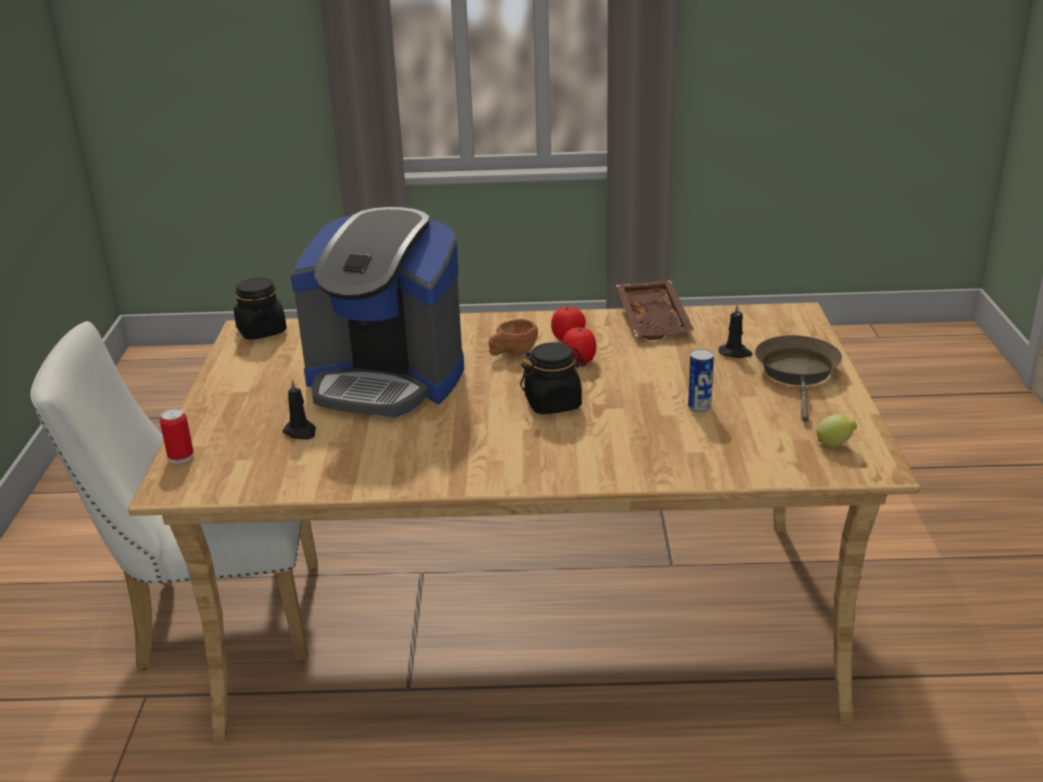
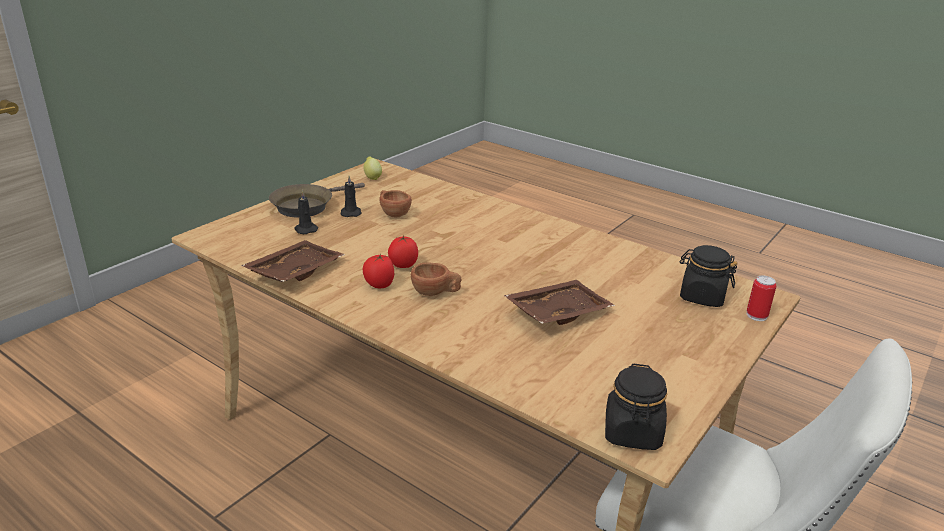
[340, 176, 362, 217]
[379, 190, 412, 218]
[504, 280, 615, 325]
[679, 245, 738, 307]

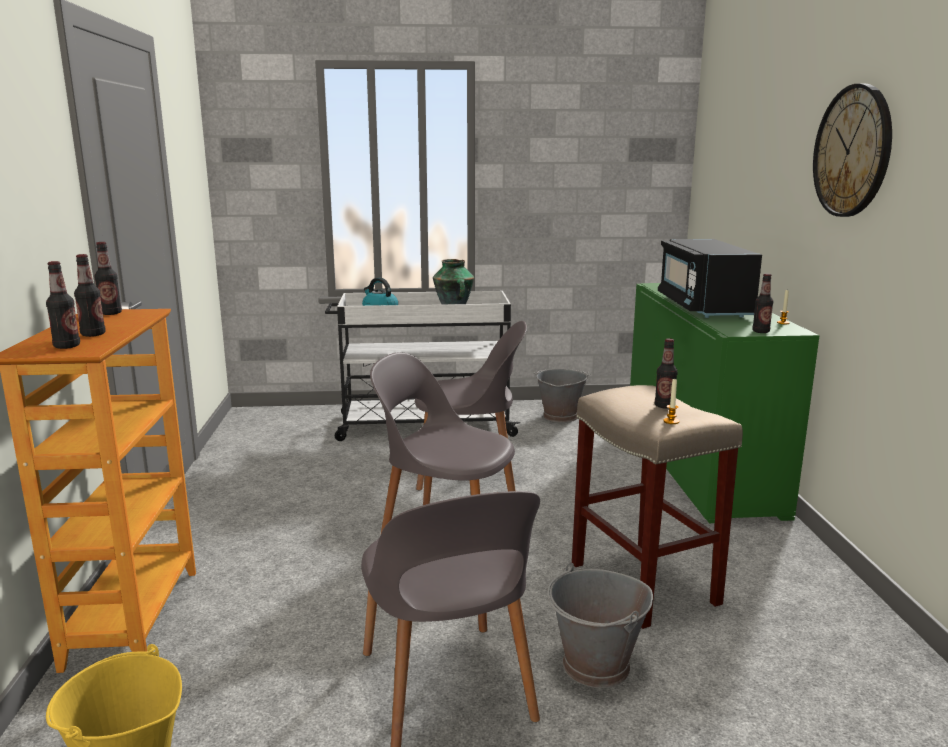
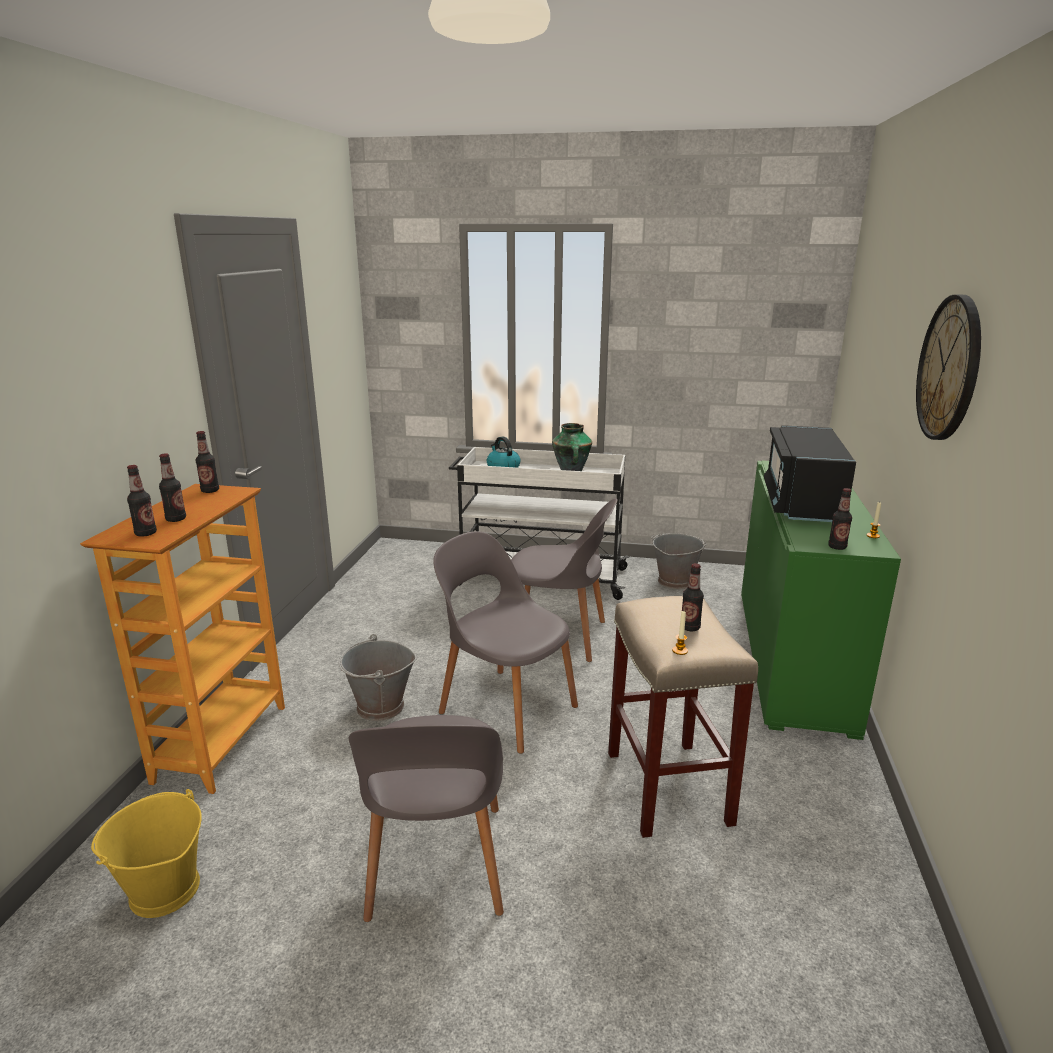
[339, 634, 417, 721]

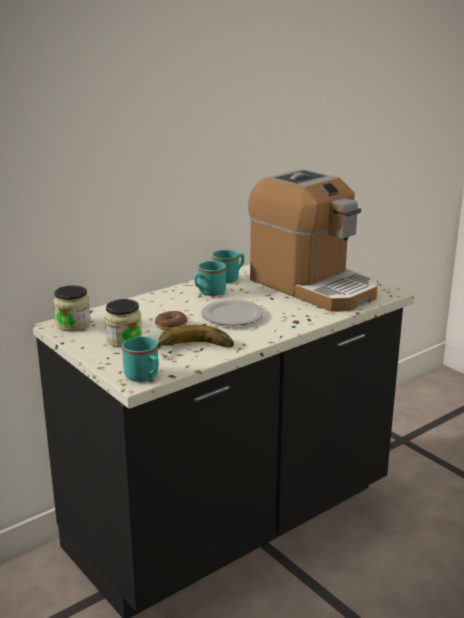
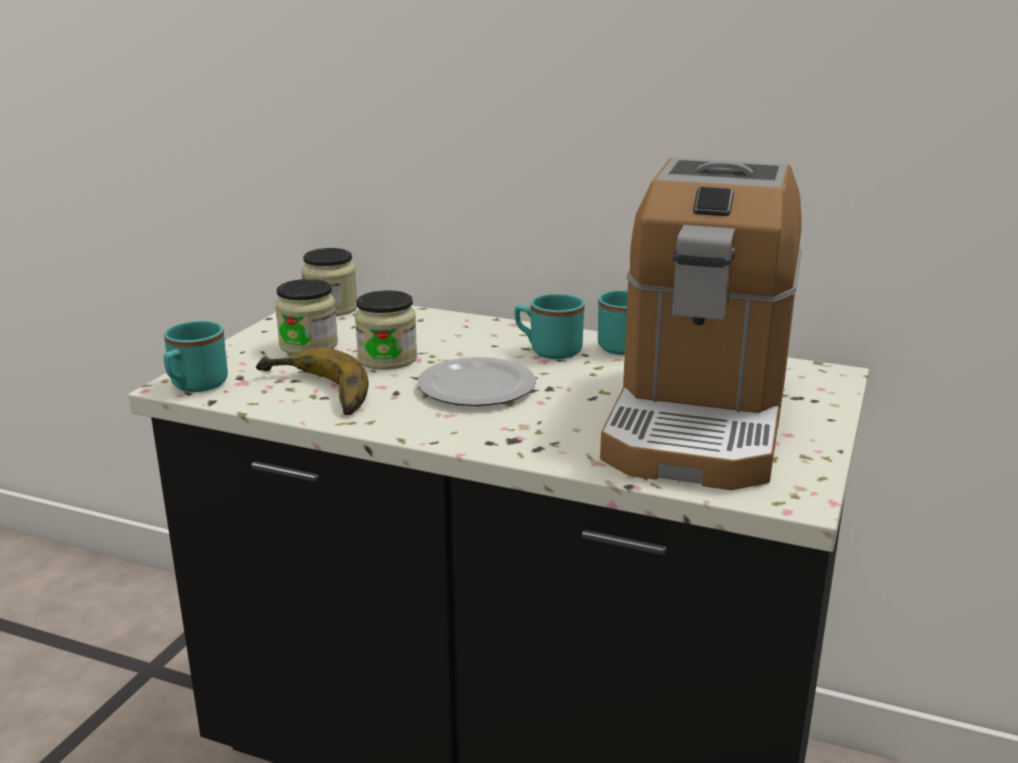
[355, 290, 417, 370]

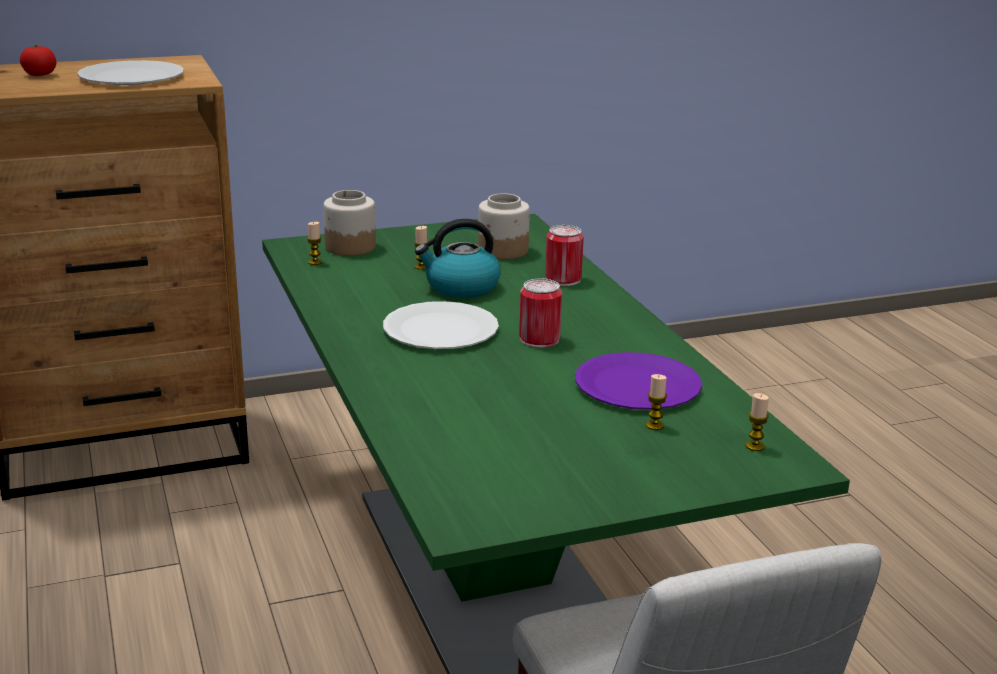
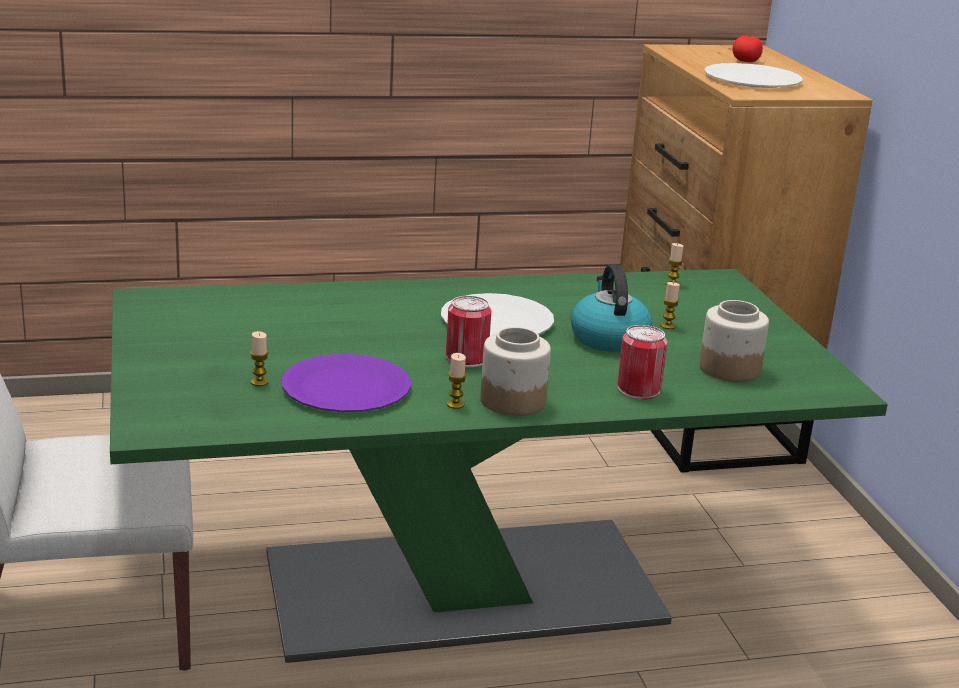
[447, 353, 467, 409]
[480, 327, 551, 416]

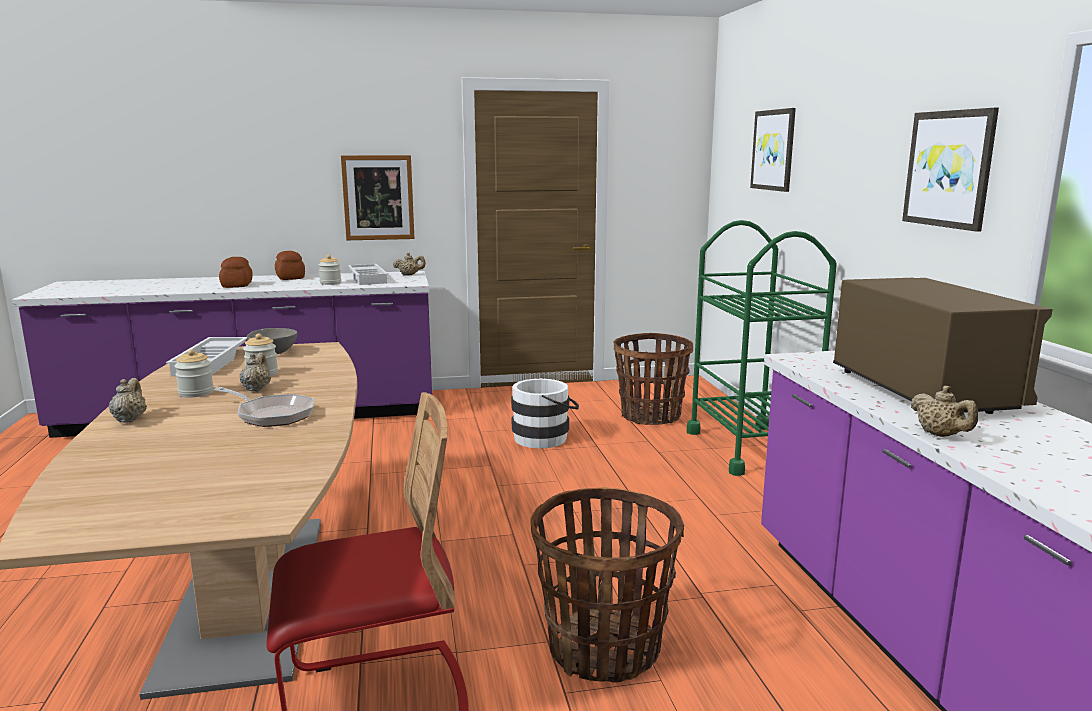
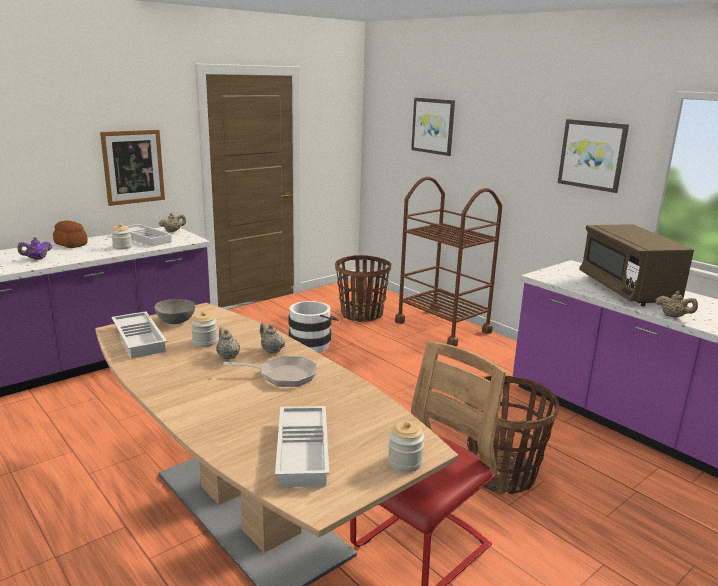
[17, 237, 53, 260]
[260, 322, 285, 353]
[275, 406, 329, 487]
[388, 421, 424, 472]
[395, 177, 502, 346]
[579, 224, 694, 306]

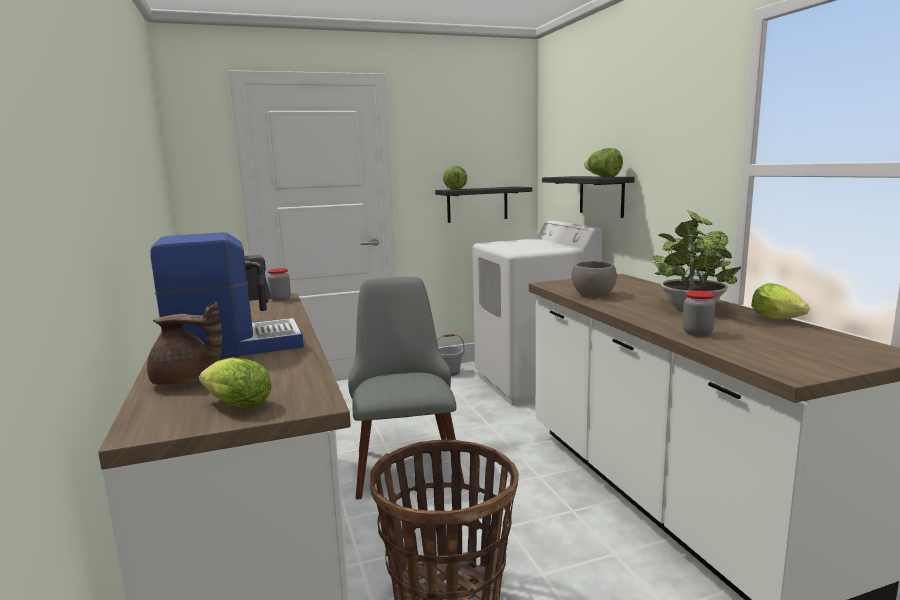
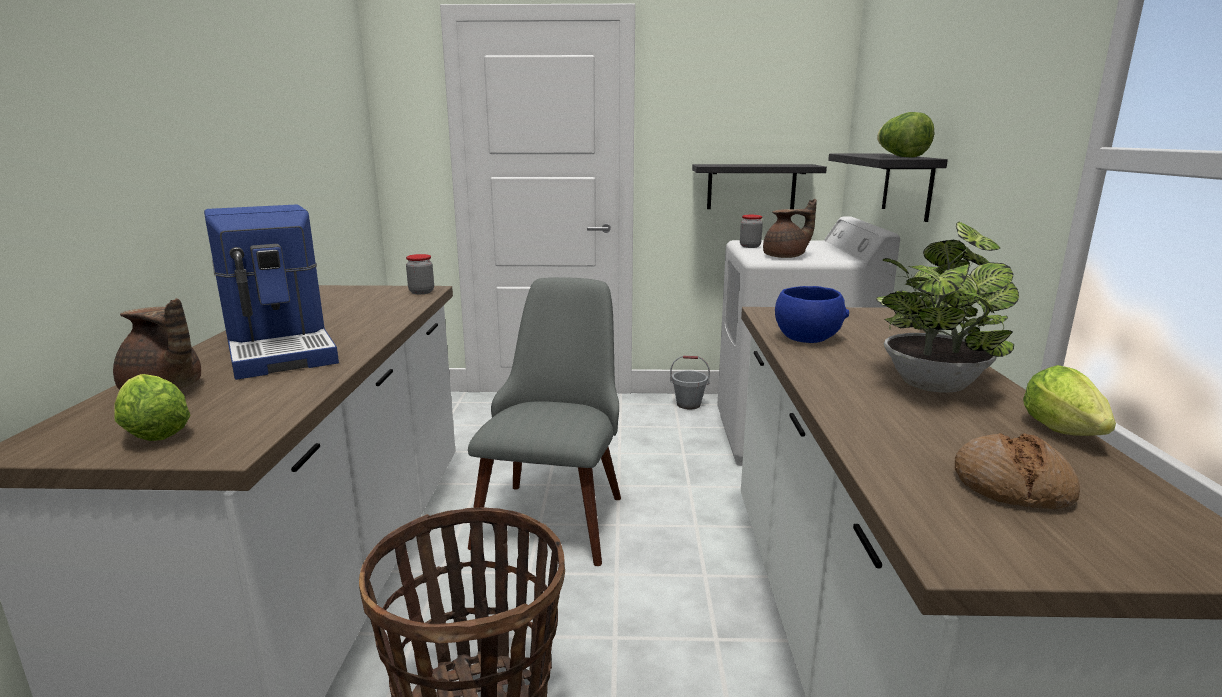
[204, 204, 339, 380]
[740, 215, 763, 248]
[763, 199, 817, 258]
[775, 286, 849, 343]
[955, 433, 1080, 509]
[443, 166, 467, 190] (first image)

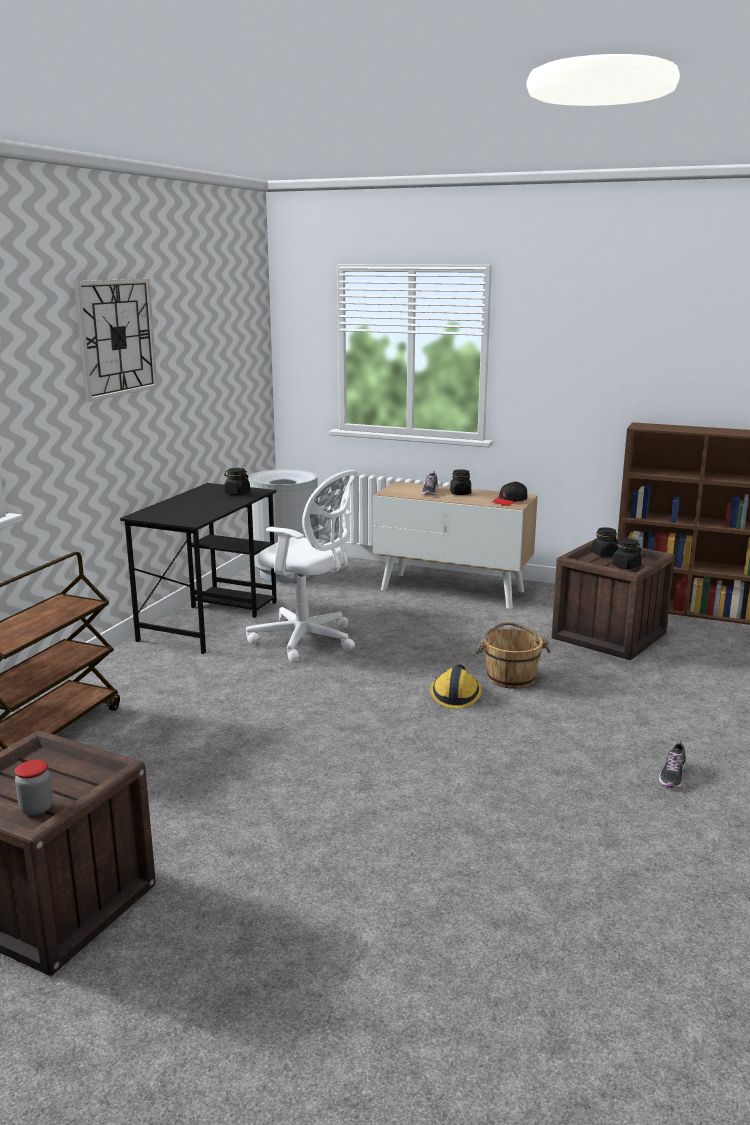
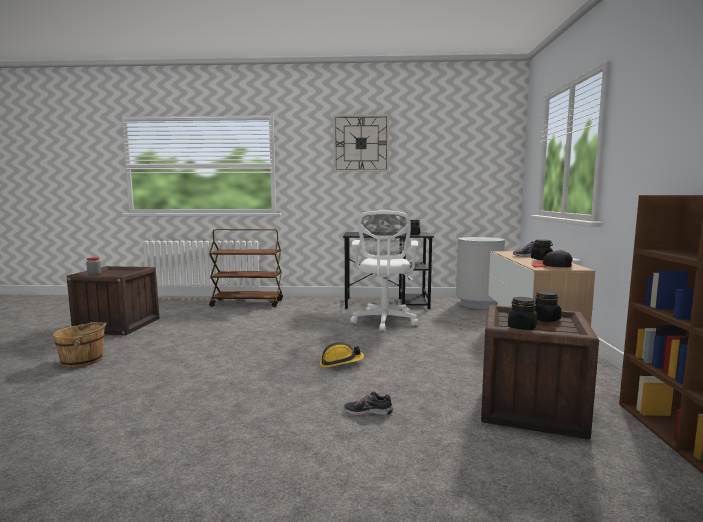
[53, 322, 107, 368]
[344, 391, 393, 415]

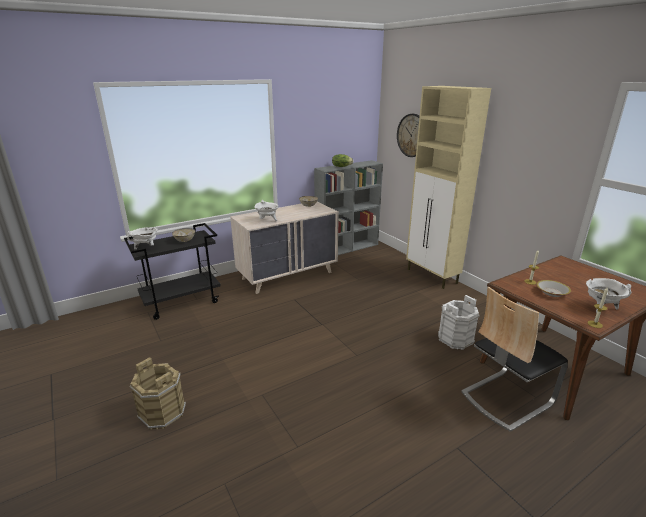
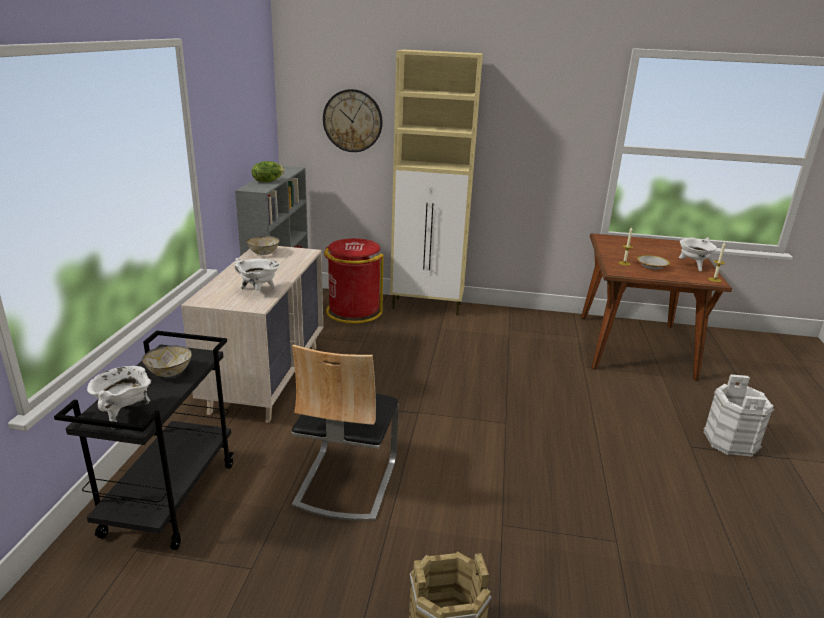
[292, 344, 399, 521]
[324, 238, 384, 324]
[703, 374, 774, 457]

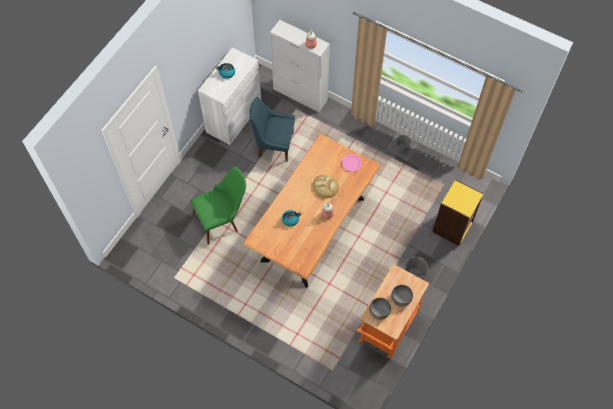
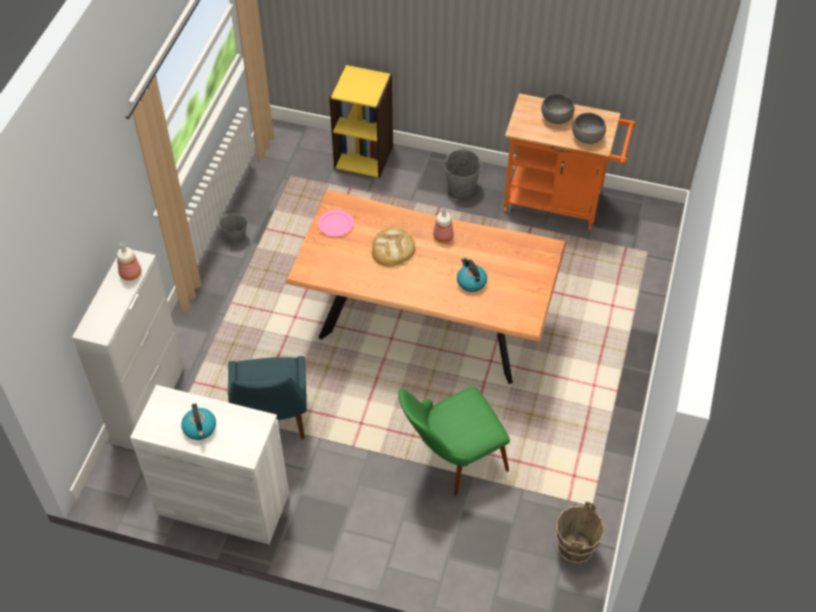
[399, 387, 510, 496]
[555, 501, 605, 565]

